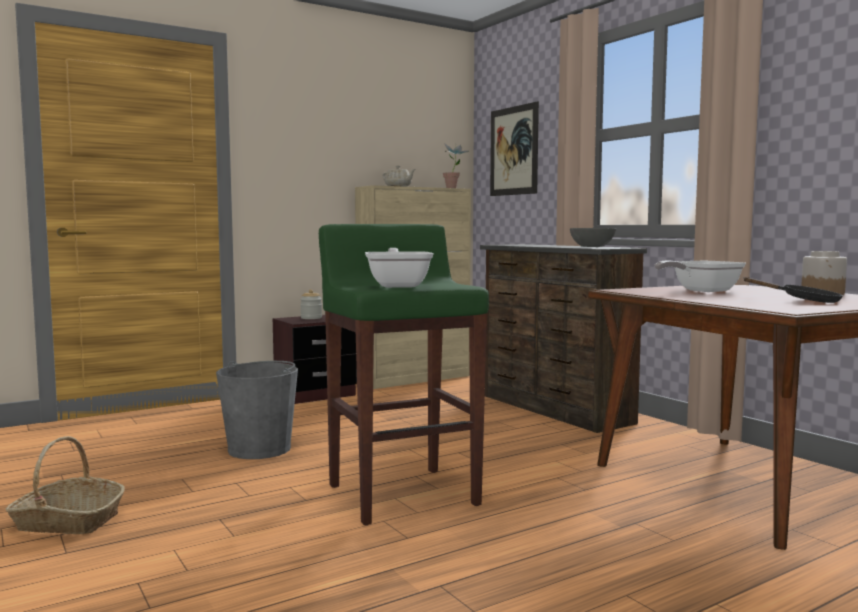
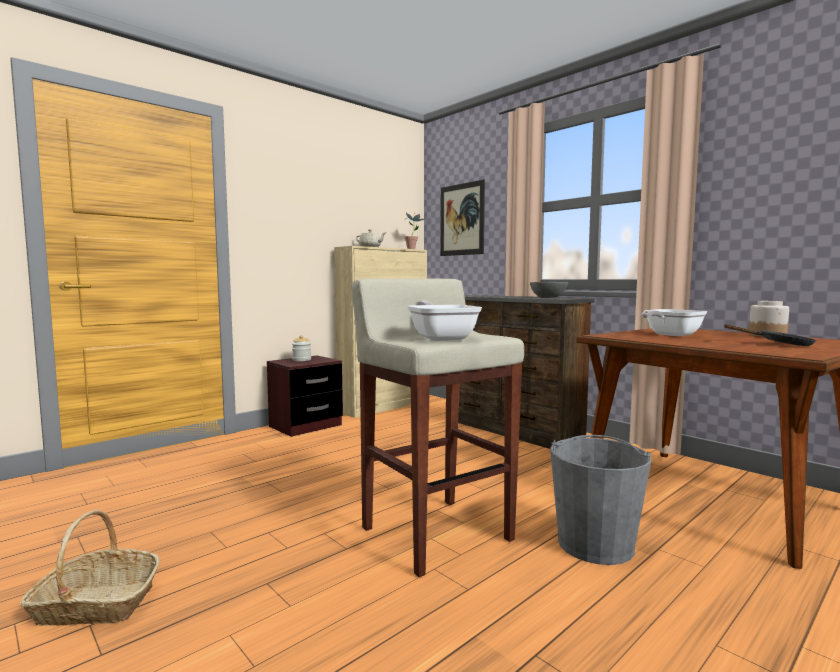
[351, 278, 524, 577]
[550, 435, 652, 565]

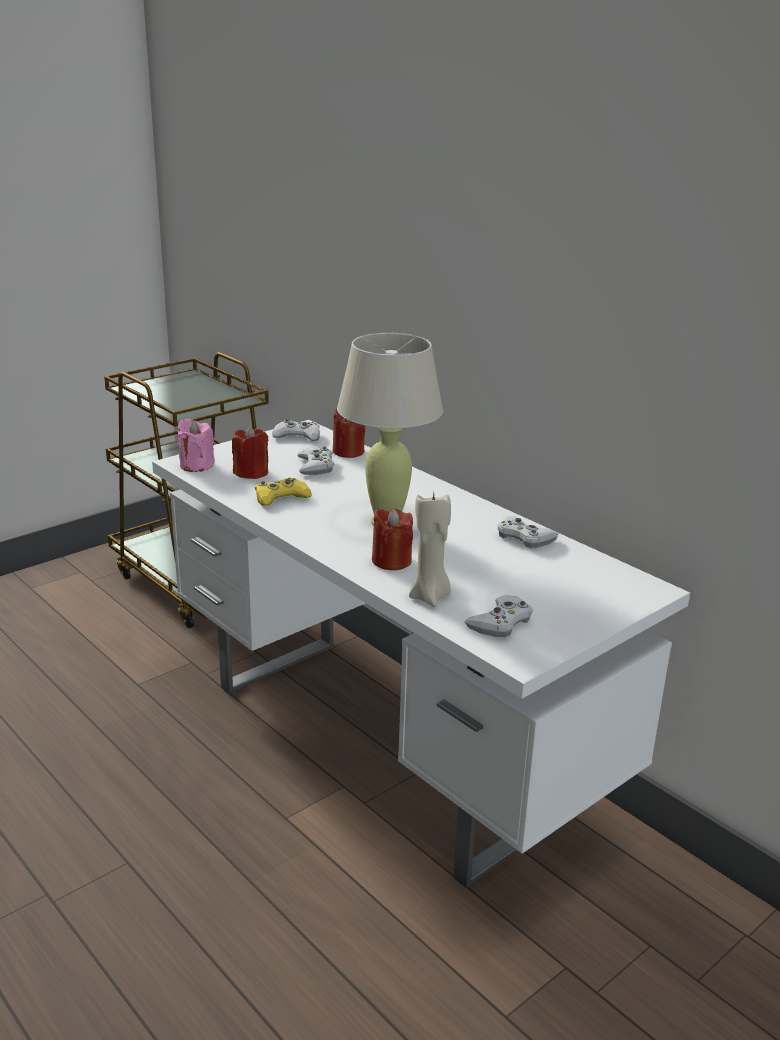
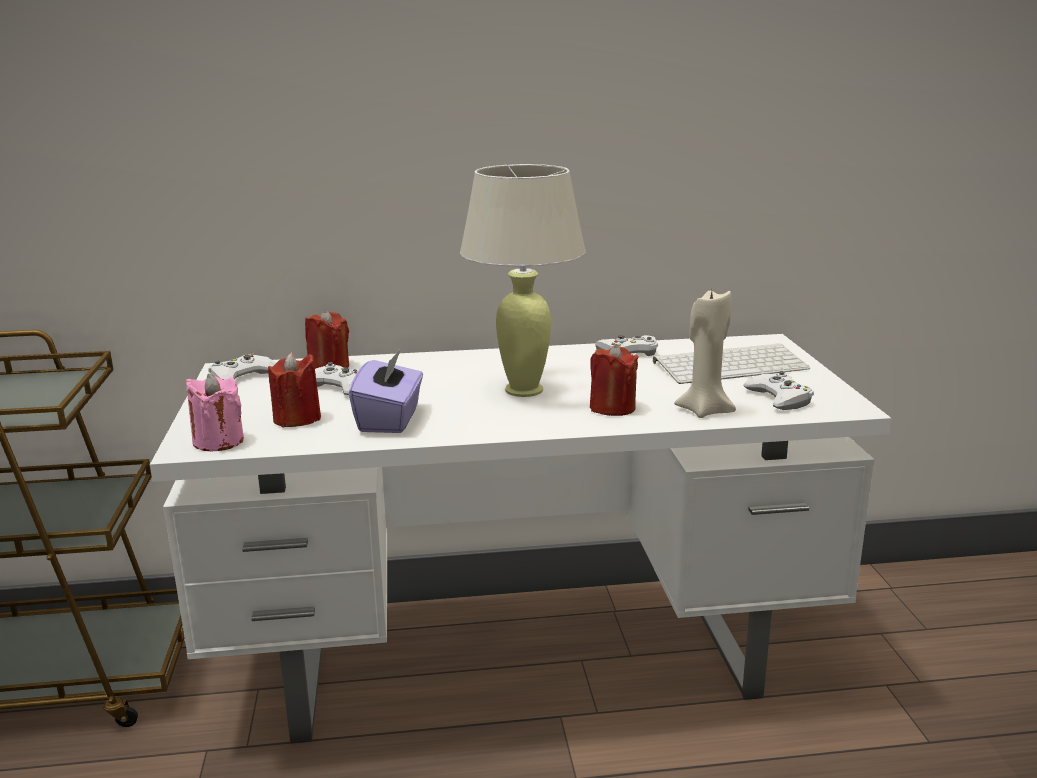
[349, 349, 423, 433]
[653, 343, 810, 384]

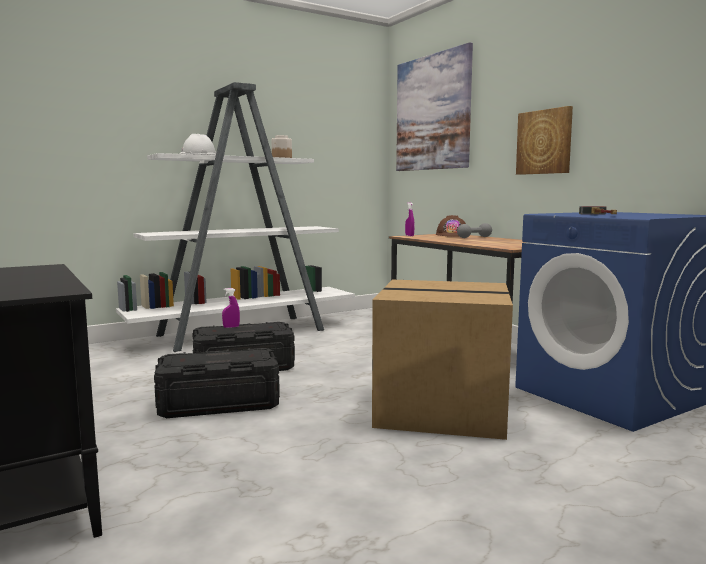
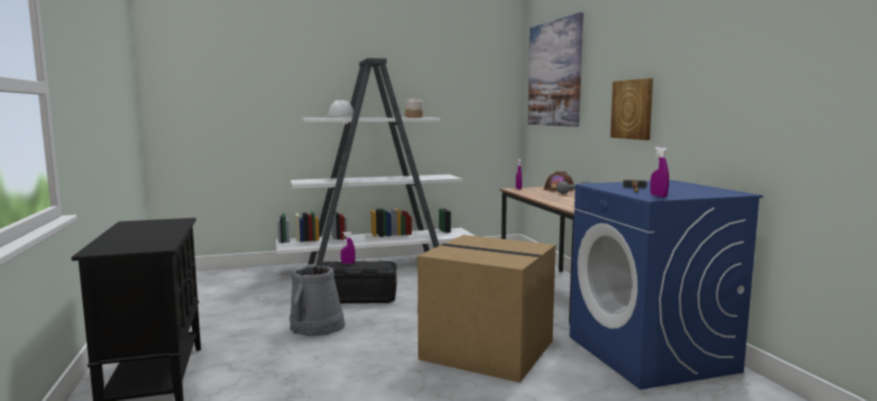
[289, 265, 345, 336]
[650, 147, 669, 197]

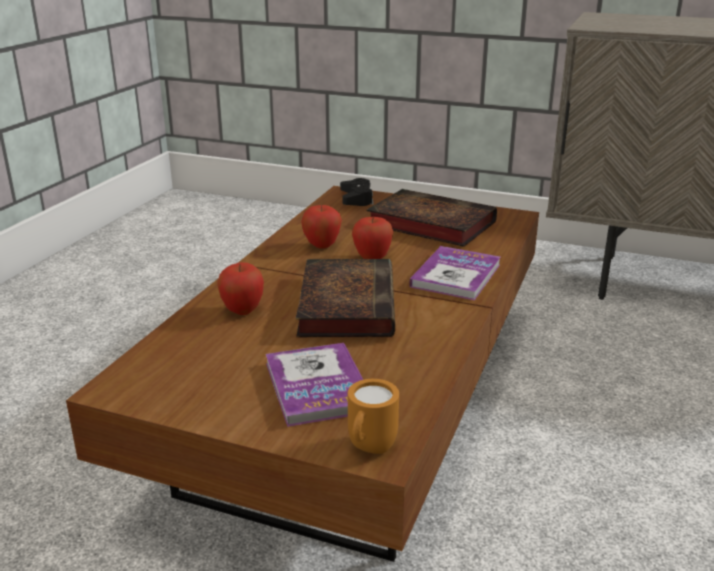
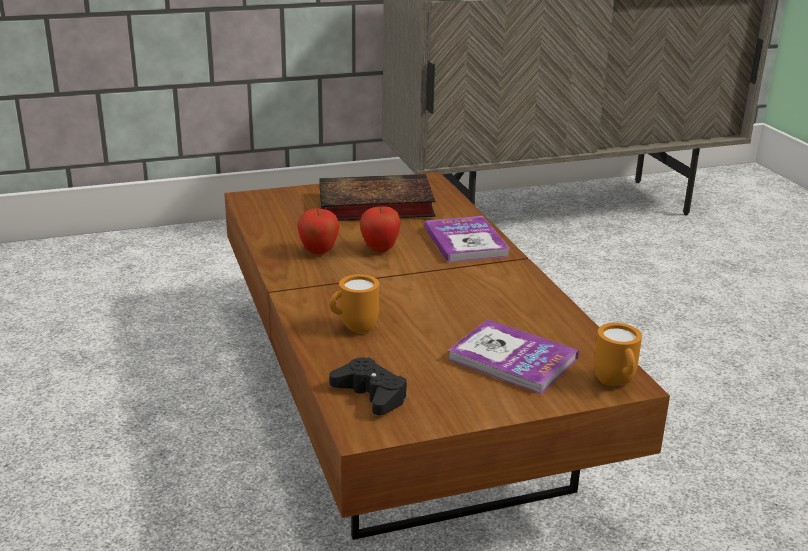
[329, 274, 379, 333]
[329, 357, 407, 415]
[296, 259, 395, 337] (first image)

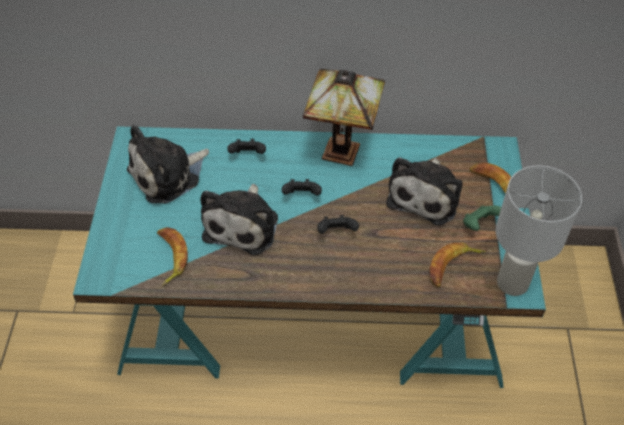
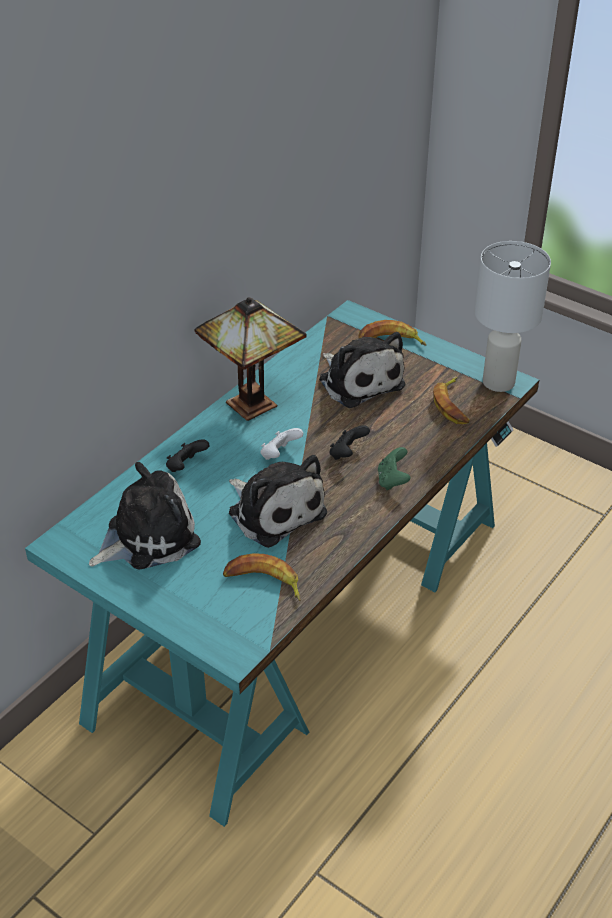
[89, 462, 201, 570]
[260, 428, 303, 460]
[378, 447, 411, 490]

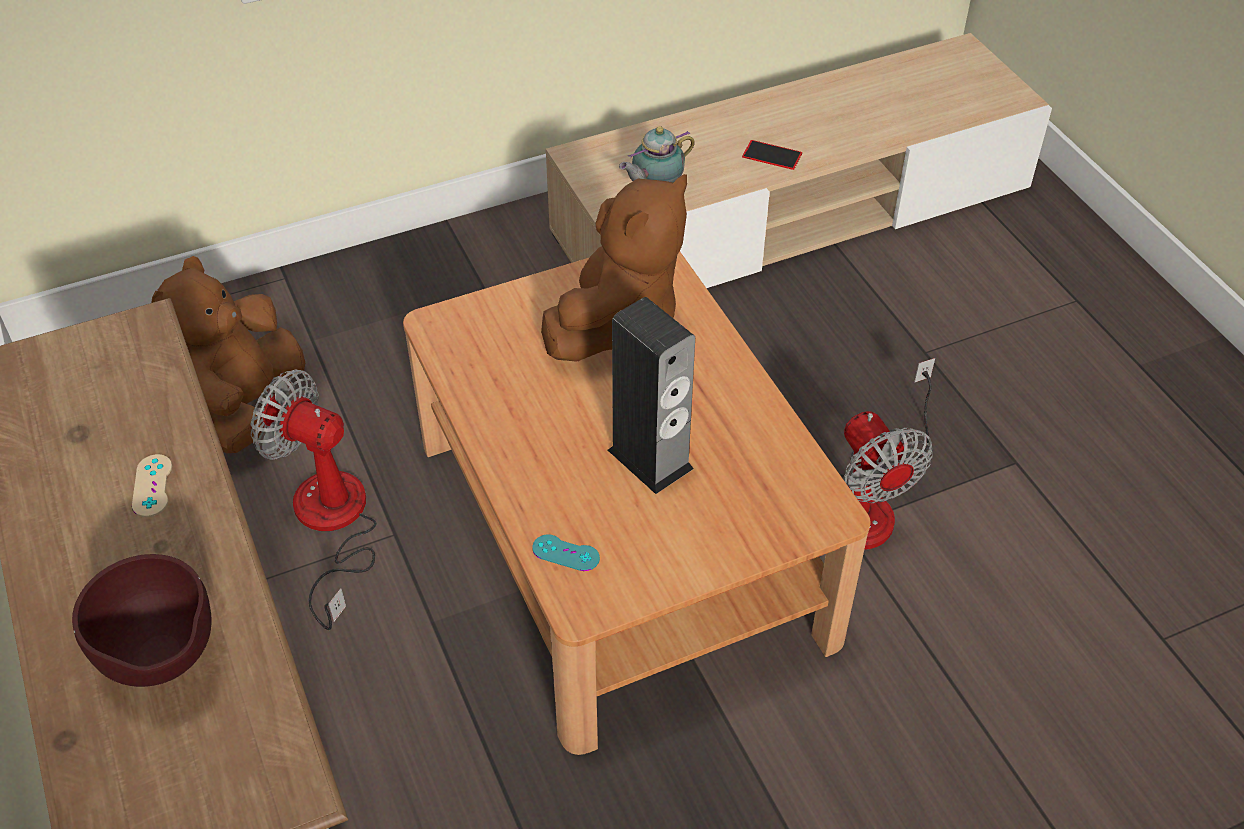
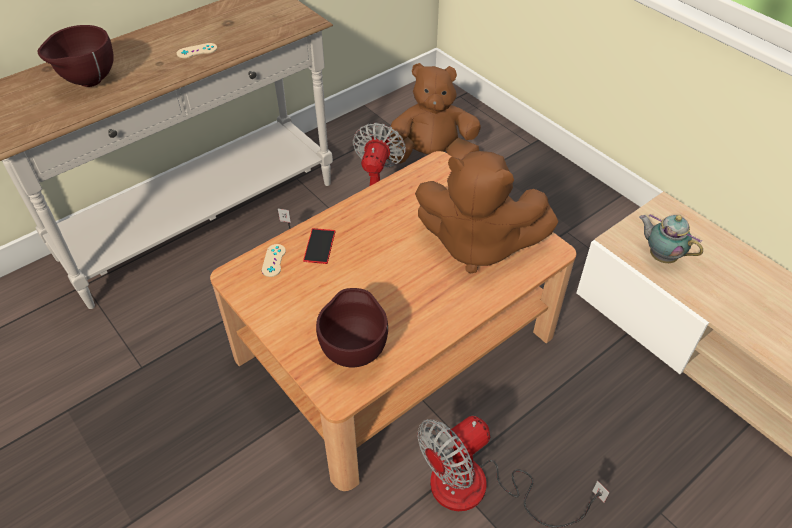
[262, 244, 286, 277]
[303, 228, 335, 264]
[316, 288, 388, 367]
[608, 297, 695, 494] (first image)

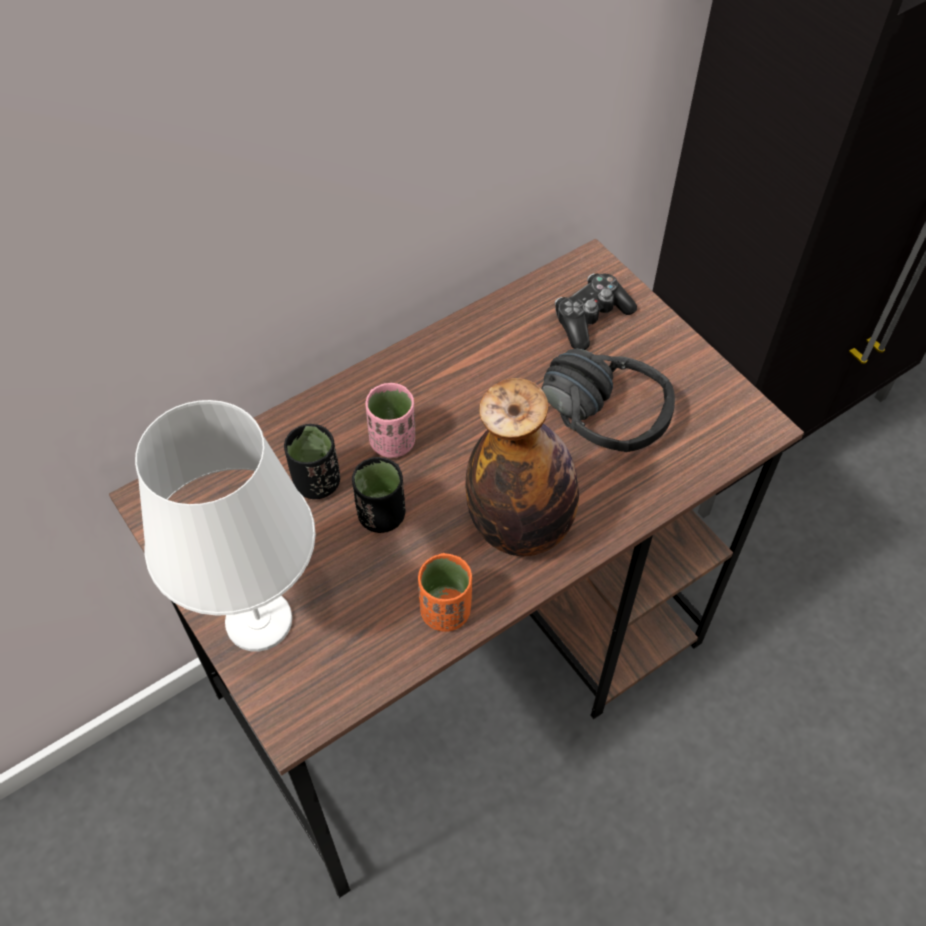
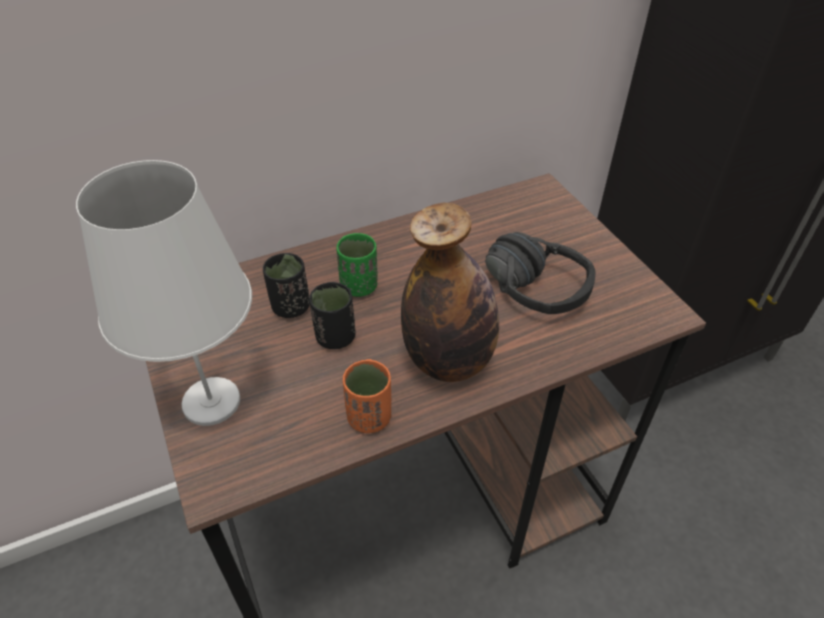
[336, 233, 377, 297]
[555, 273, 637, 350] (first image)

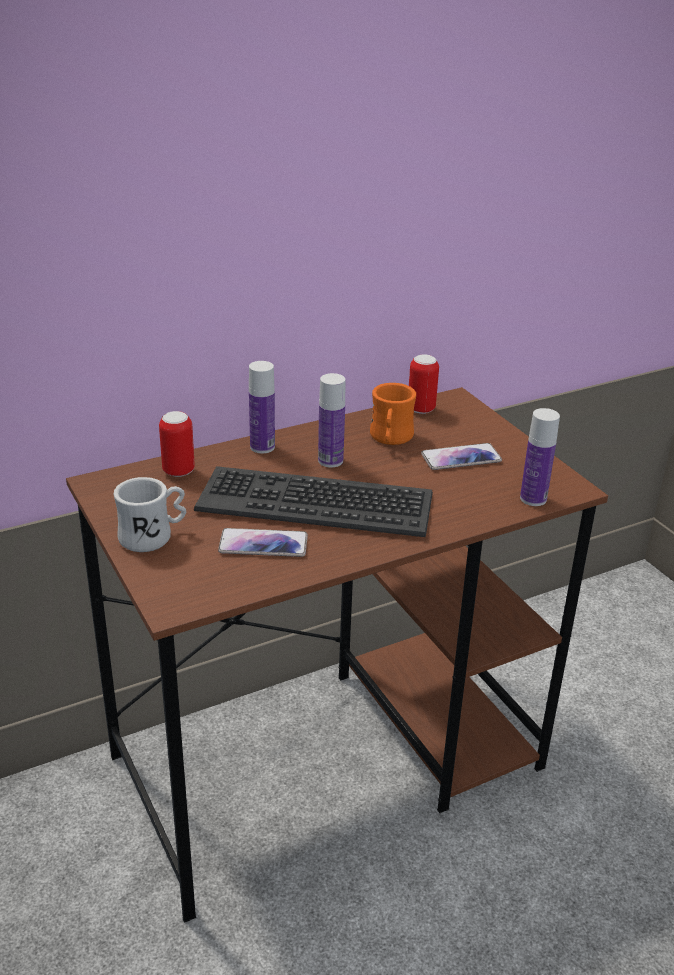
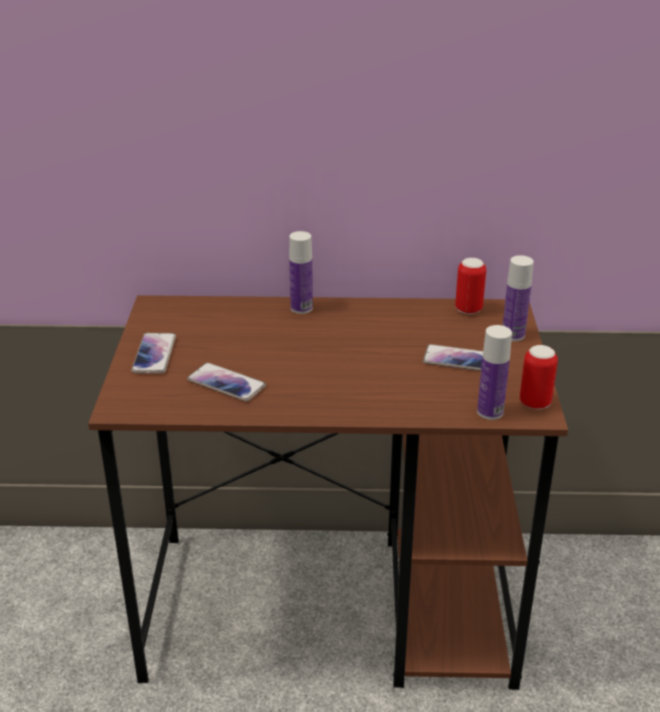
[131, 333, 176, 374]
[503, 255, 534, 341]
[520, 345, 558, 409]
[194, 466, 433, 537] (first image)
[370, 383, 416, 445] (first image)

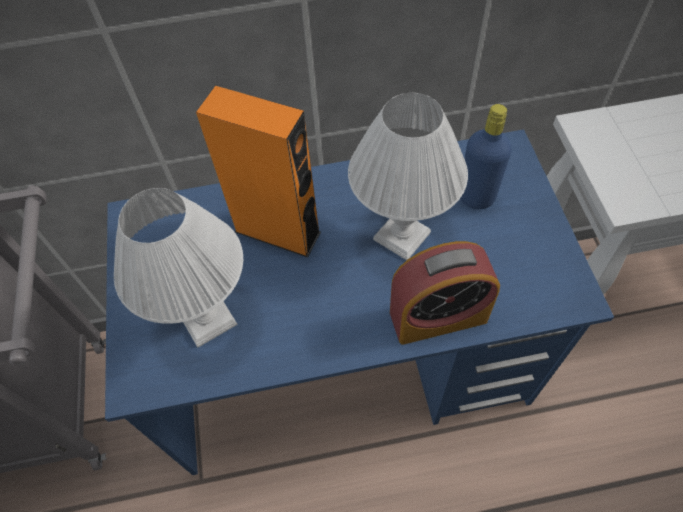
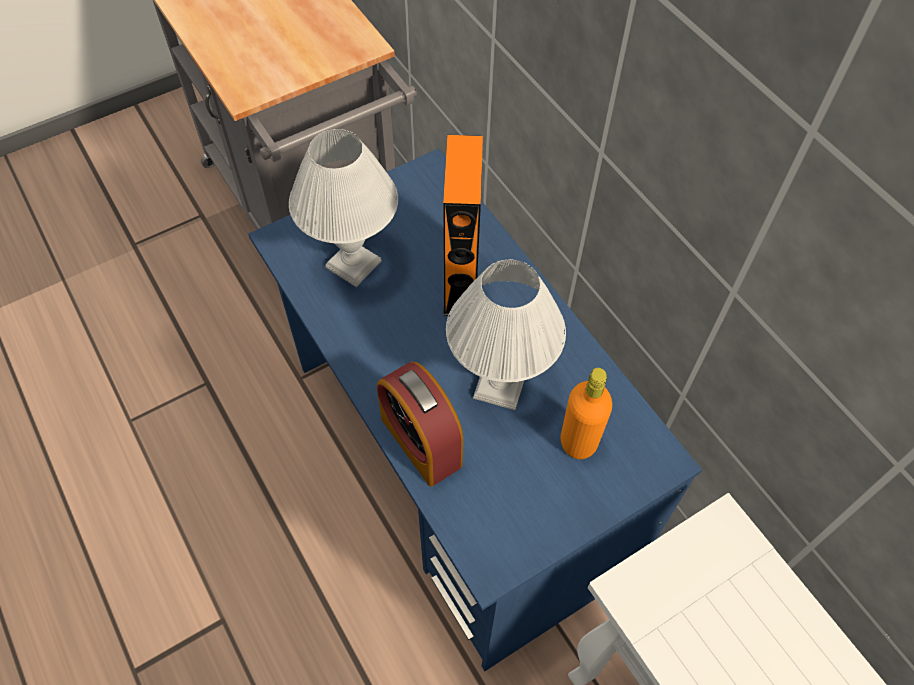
[561, 368, 612, 459]

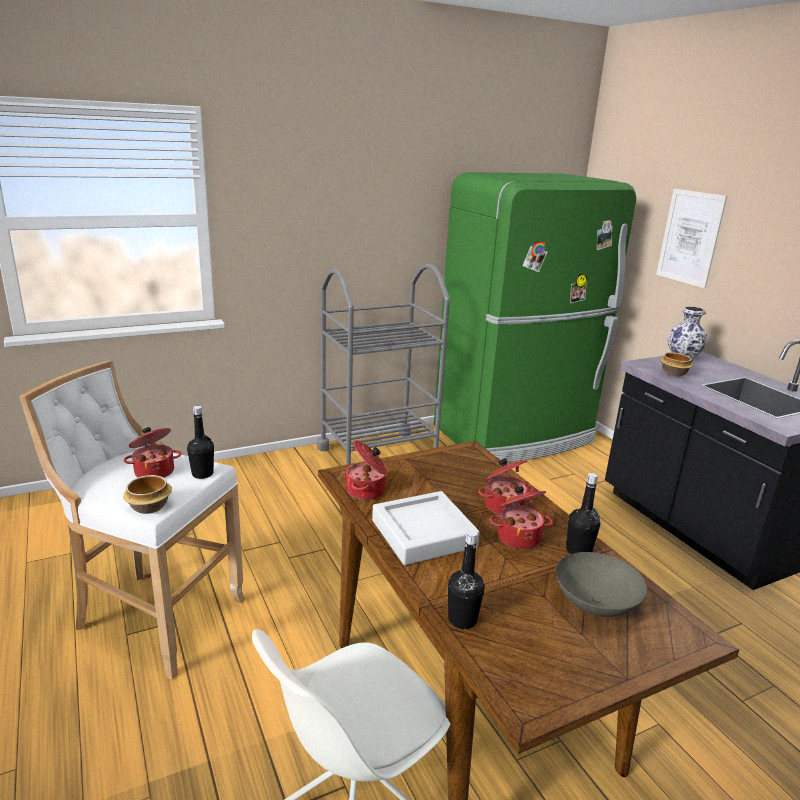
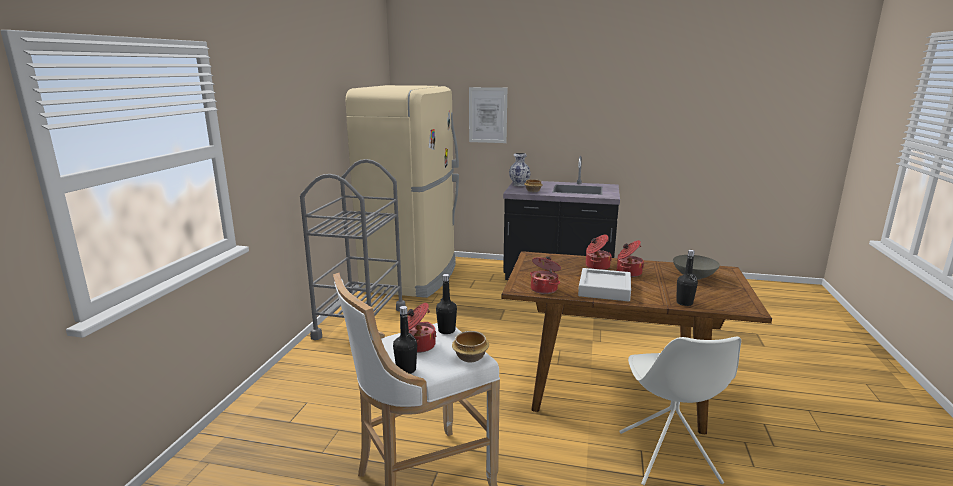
[346, 85, 459, 298]
[393, 306, 417, 374]

